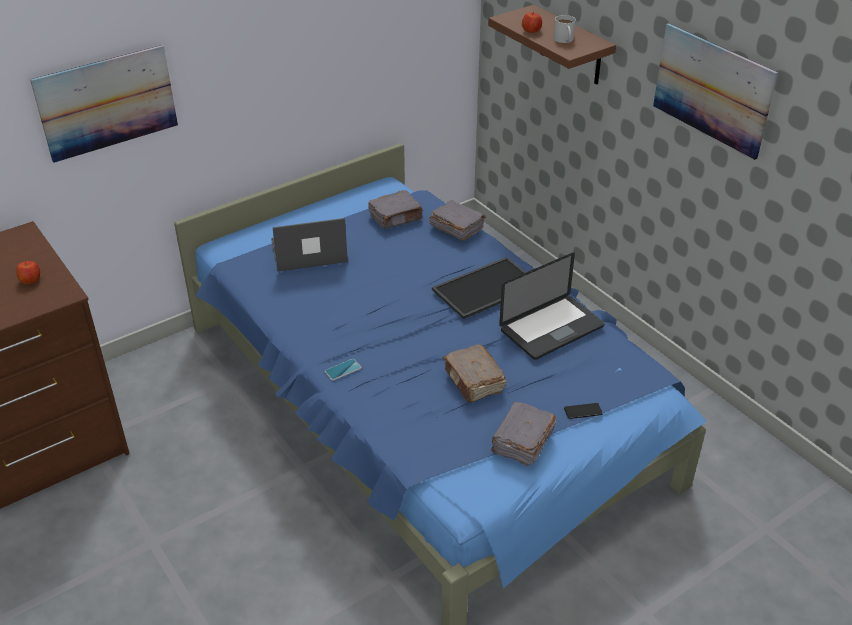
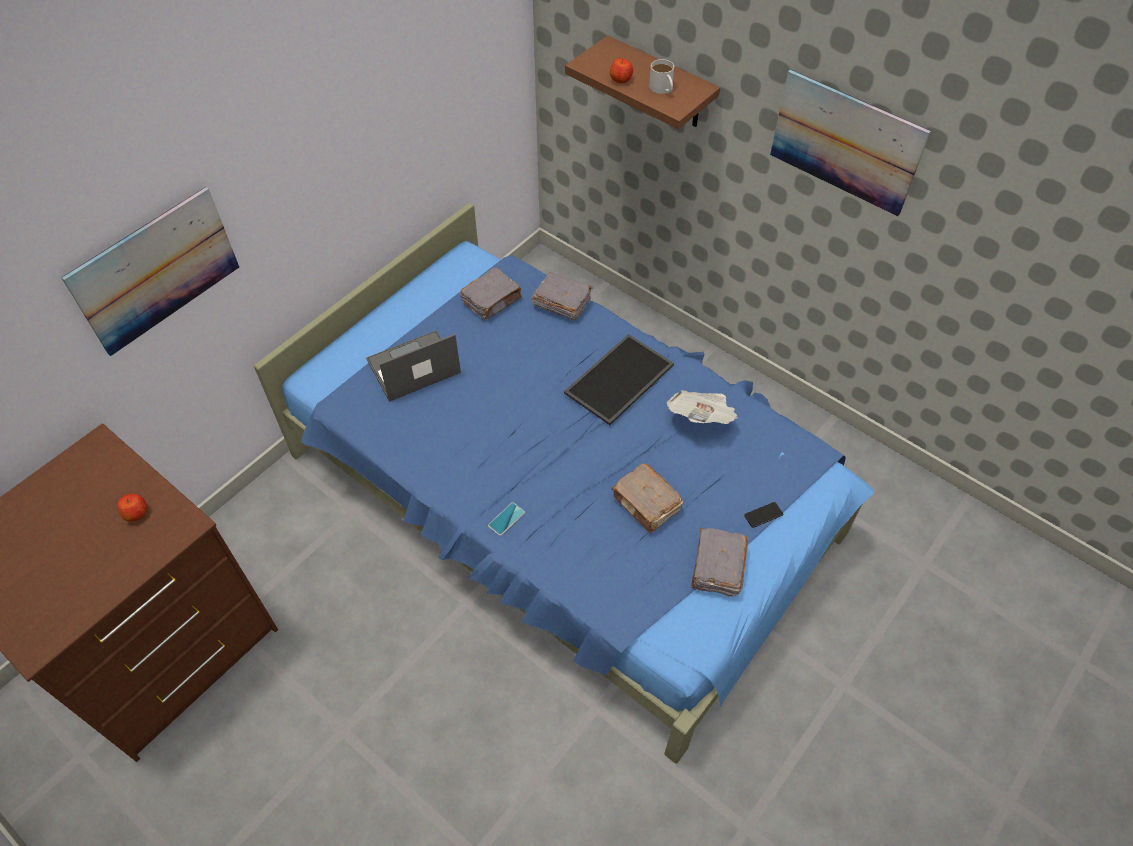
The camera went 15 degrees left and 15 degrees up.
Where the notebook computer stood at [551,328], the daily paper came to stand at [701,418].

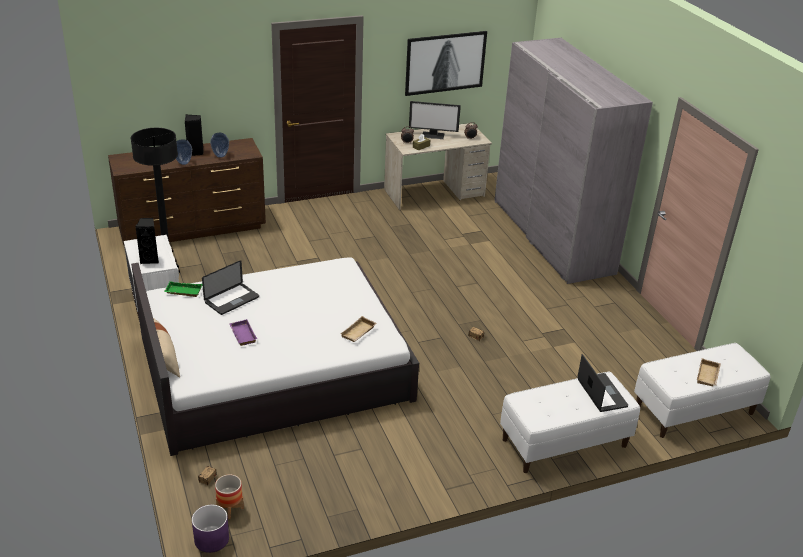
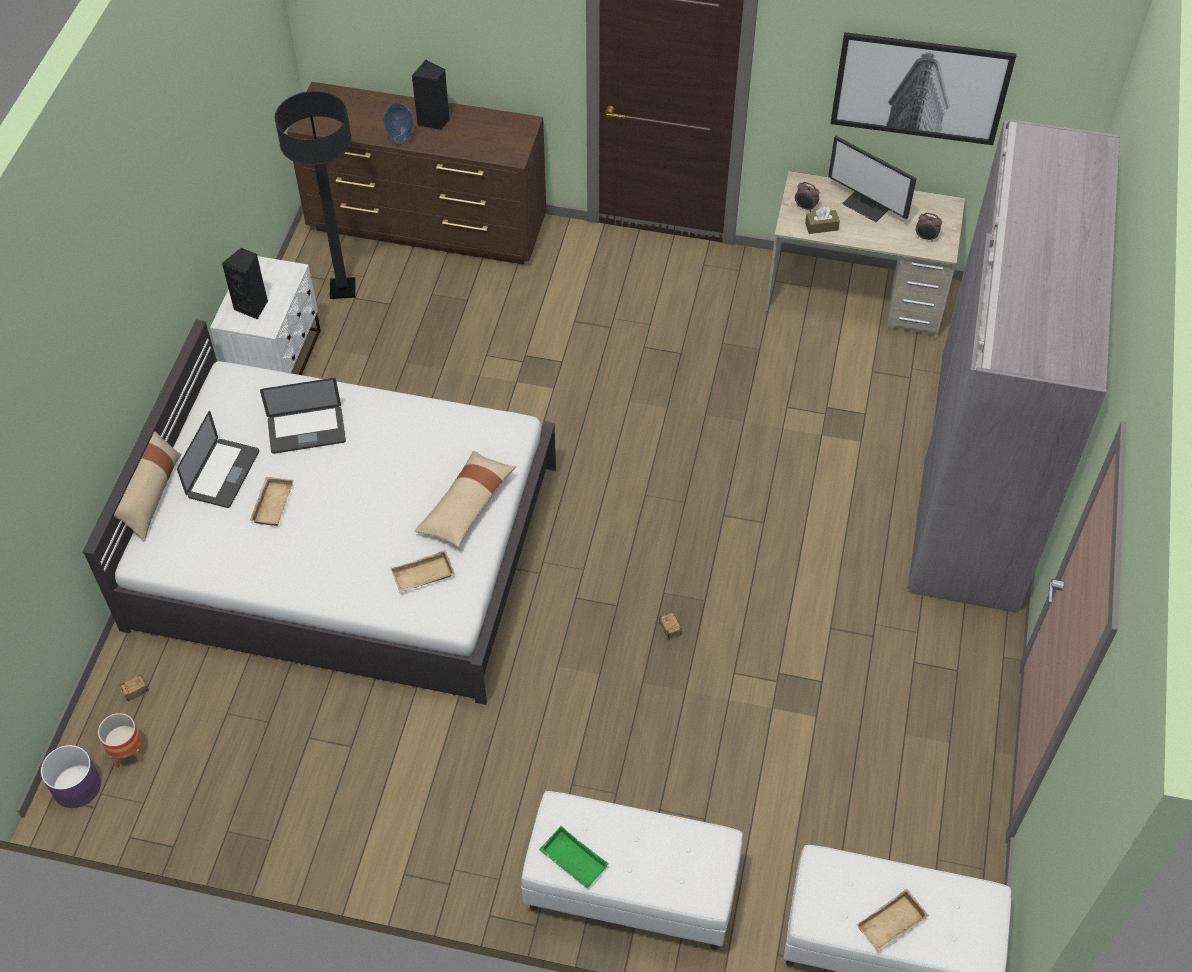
The camera went 35 degrees right and 20 degrees up.
The green-coloured serving tray ended up elsewhere, having gone from [183,292] to [572,861].
The second view lost the vase at [220,156].
What was the purple serving tray at [242,335] turned into the beige serving tray at [271,503].
The notebook computer ended up elsewhere, having gone from [601,393] to [223,474].
The second view gained the beige pillow at [466,506].

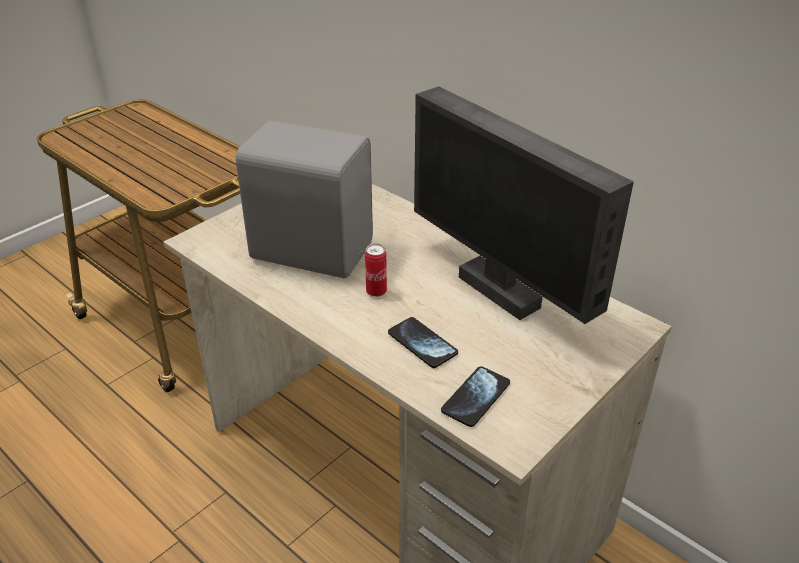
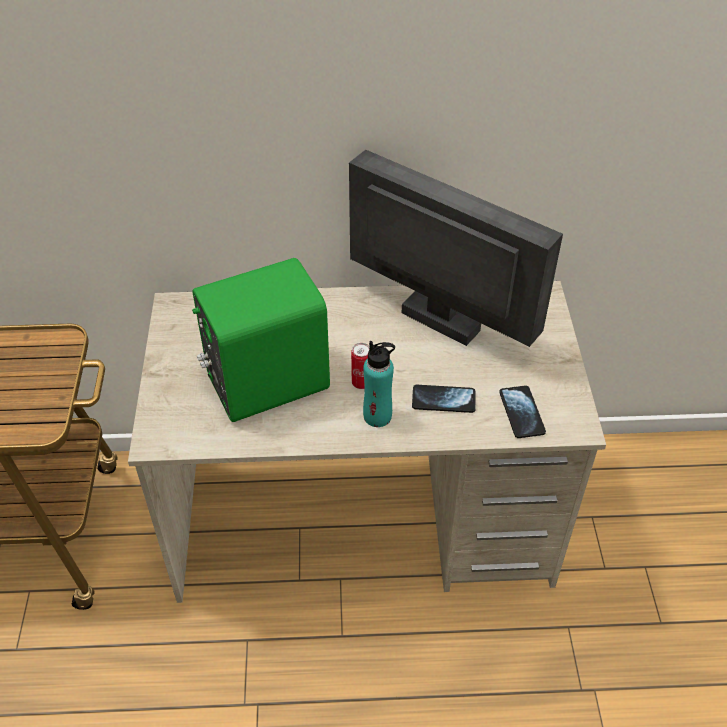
The camera went 45 degrees left and 10 degrees up.
What was the grey audio speaker at [311,249] turned into the green-coloured audio speaker at [265,382].
The monitor at [501,291] ended up facing another way, 150 degrees counterclockwise from before.
The second view gained the blue-green bottle at [377,416].

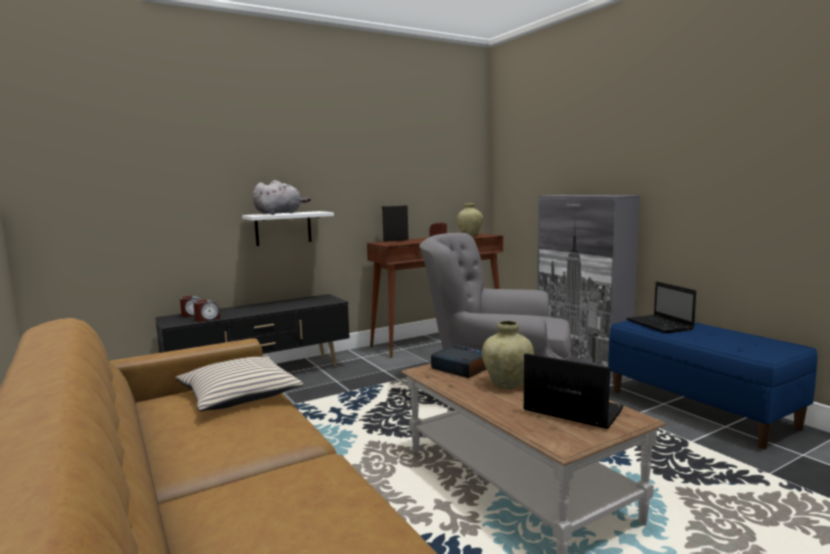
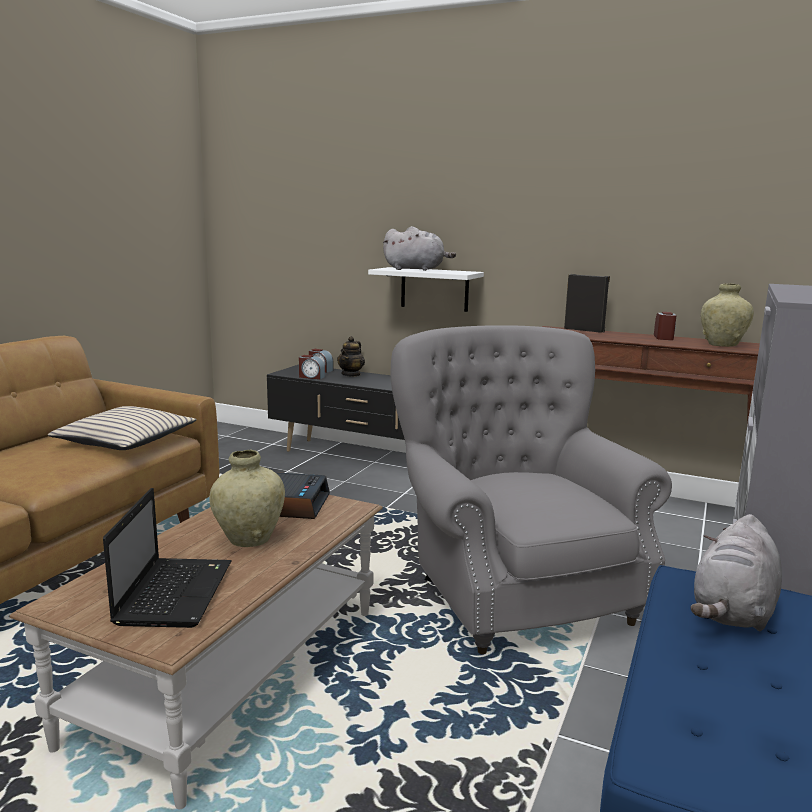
The camera went 55 degrees right and 5 degrees up.
Where the notebook computer stood at [660,325], the grey soft toy came to stand at [733,612].
The second view gained the tea pot at [351,374].

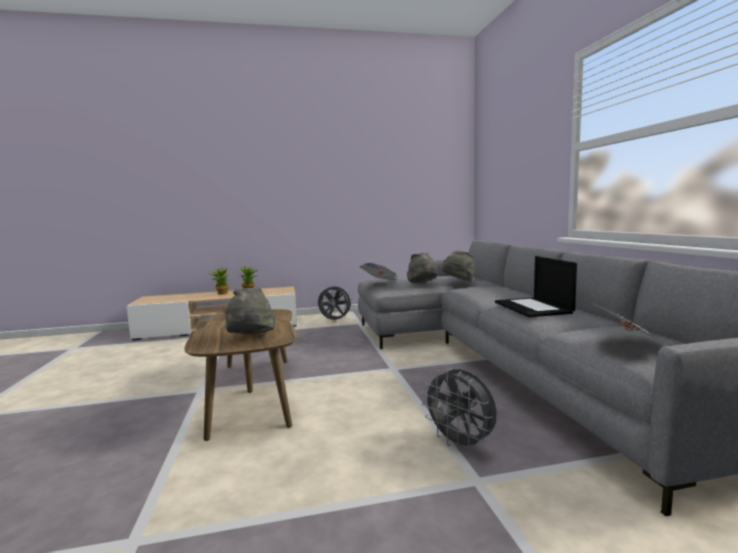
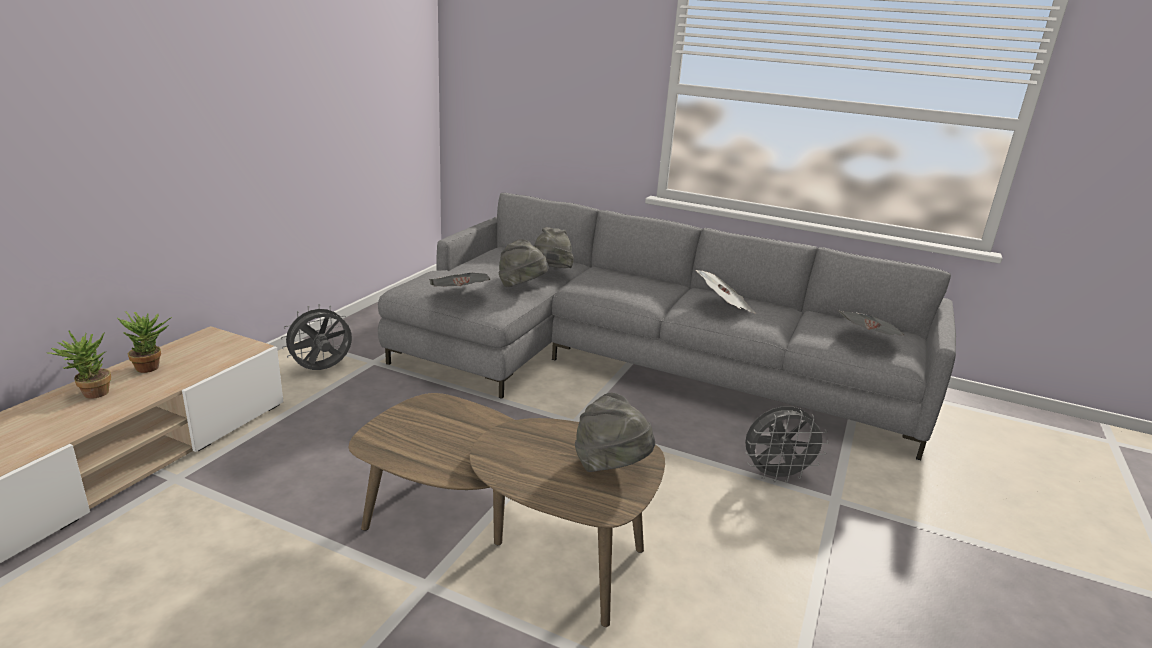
The camera went 55 degrees left and 15 degrees up.
Where the notebook computer stood at [533,308], the daily paper came to stand at [724,307].

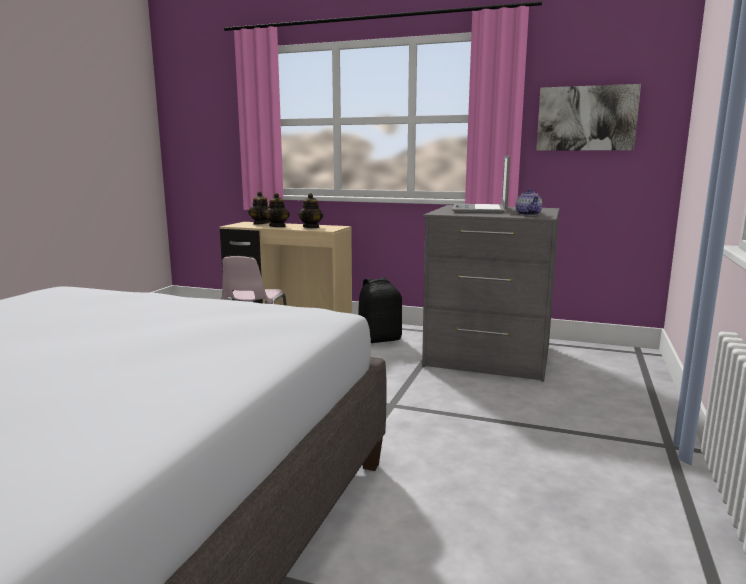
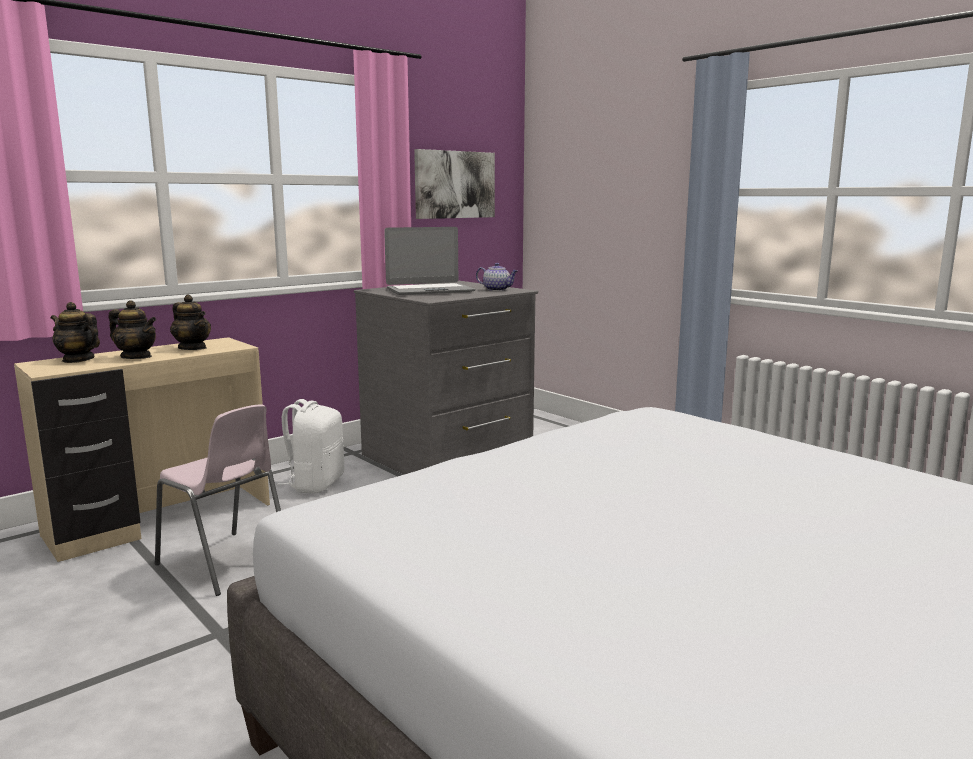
The camera went 60 degrees left and 0 degrees up.
What was the blackish backpack at [379,339] turned into the white backpack at [315,484].
The notebook computer at [480,210] ended up facing another way, 60 degrees counterclockwise from before.

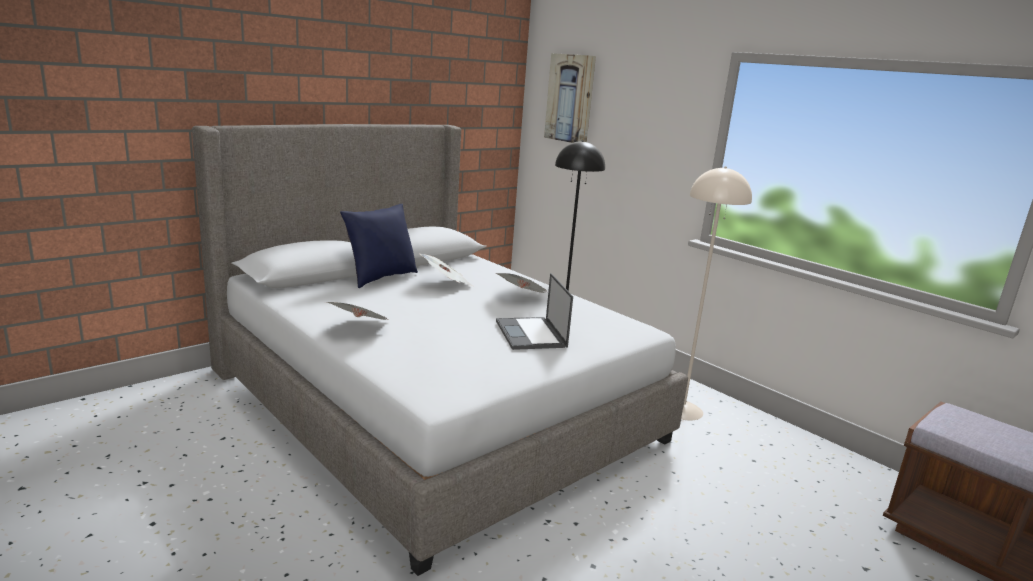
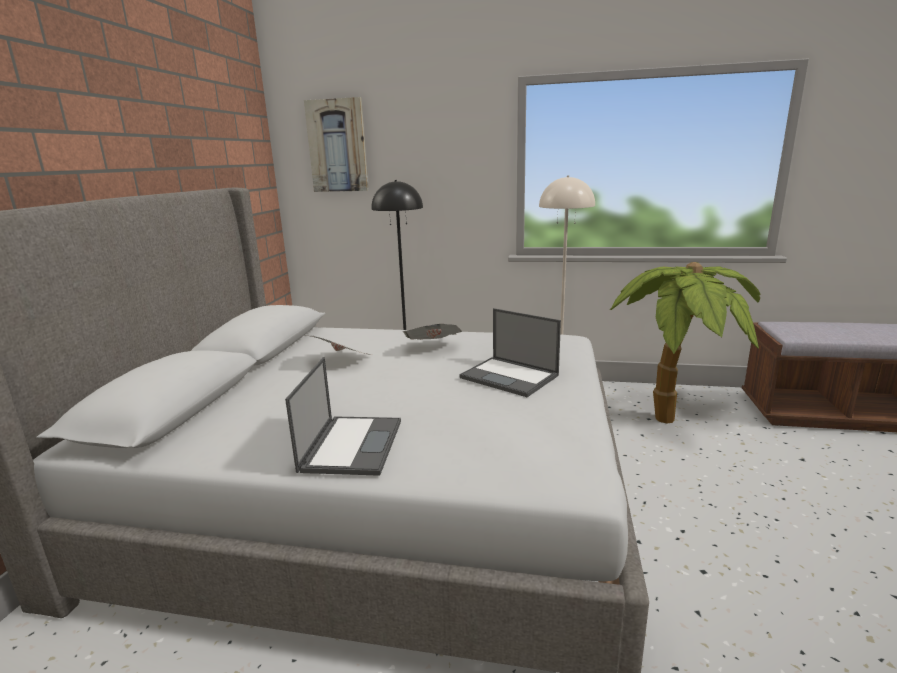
The camera went 35 degrees left and 0 degrees up.
Where the daily paper stood at [360,328], the notebook computer came to stand at [352,444].
The second view lost the bluish pillow at [380,278].
The second view gained the plant in a pot at [675,419].

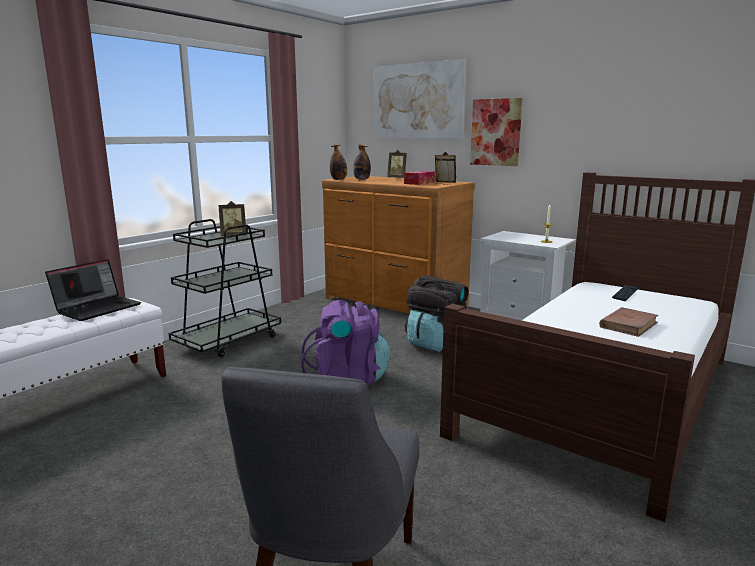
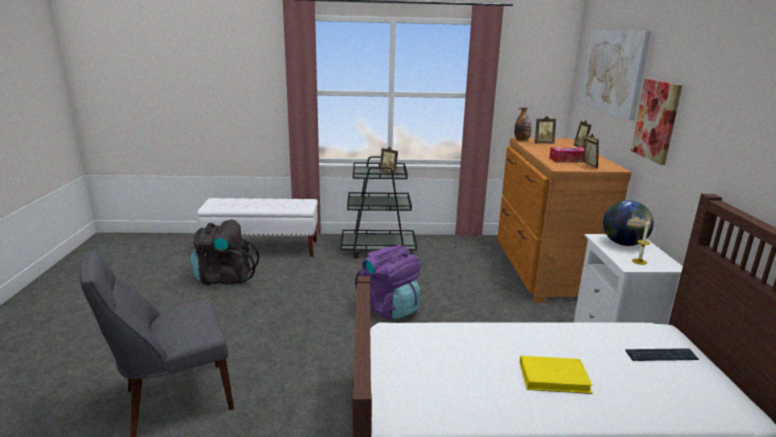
The camera went 50 degrees right and 5 degrees up.
The second view lost the notebook computer at [98,308].
Where the bottle stood at [361,179], the standing frame came to stand at [542,143].
The blackish backpack ended up elsewhere, having gone from [435,343] to [224,278].
What was the brownish bound book at [628,325] turned into the yellowish bound book at [554,377].
The second view gained the desk globe at [623,244].

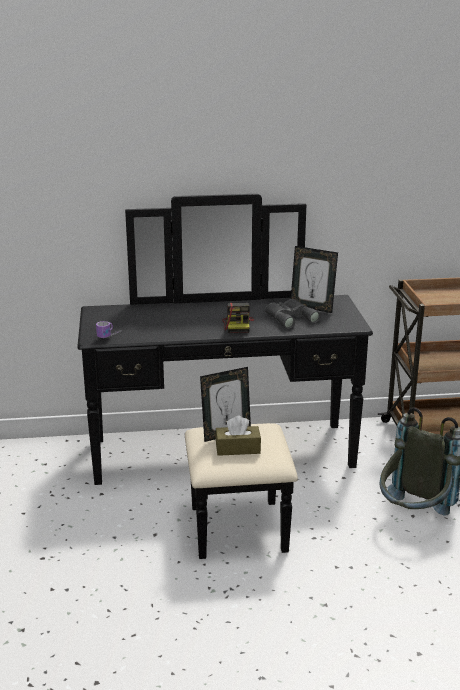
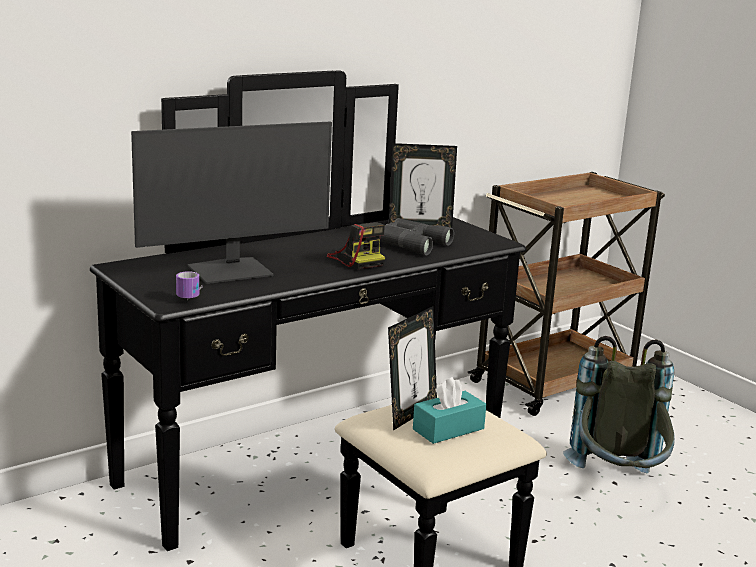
The camera went 30 degrees left and 5 degrees down.
What was the brownish box of tissues at [238,448] turned into the blue-green box of tissues at [448,429].
The second view gained the monitor at [231,271].

